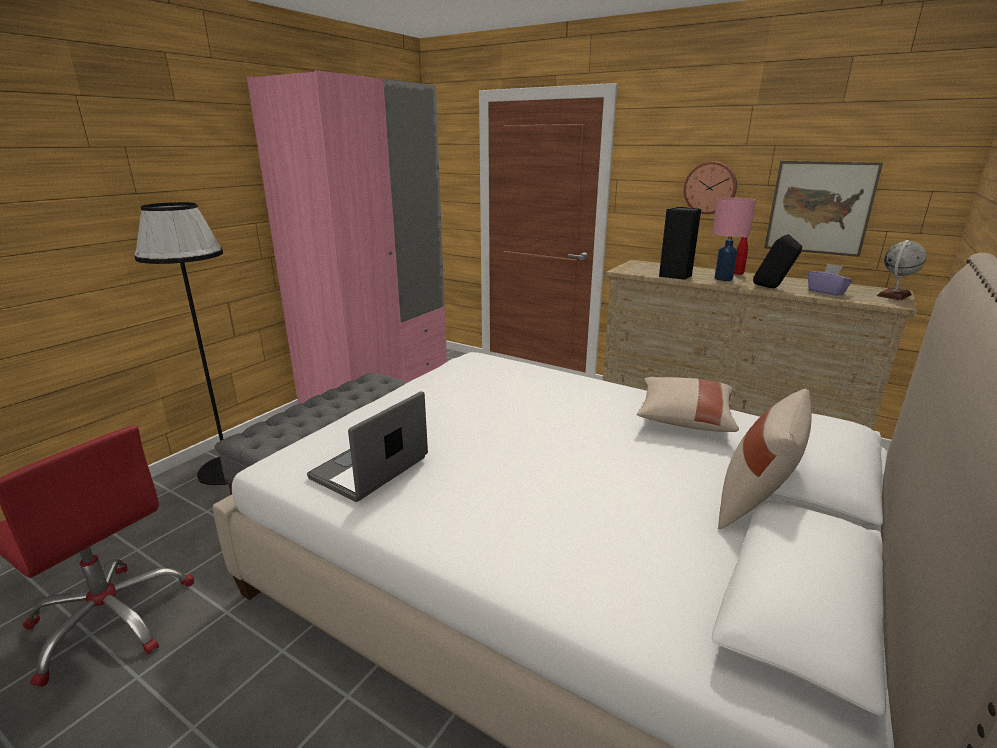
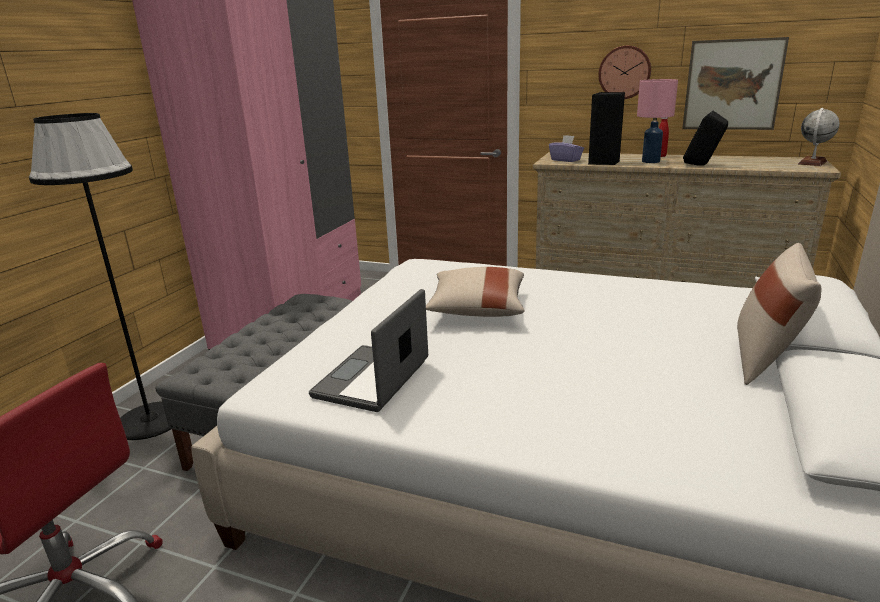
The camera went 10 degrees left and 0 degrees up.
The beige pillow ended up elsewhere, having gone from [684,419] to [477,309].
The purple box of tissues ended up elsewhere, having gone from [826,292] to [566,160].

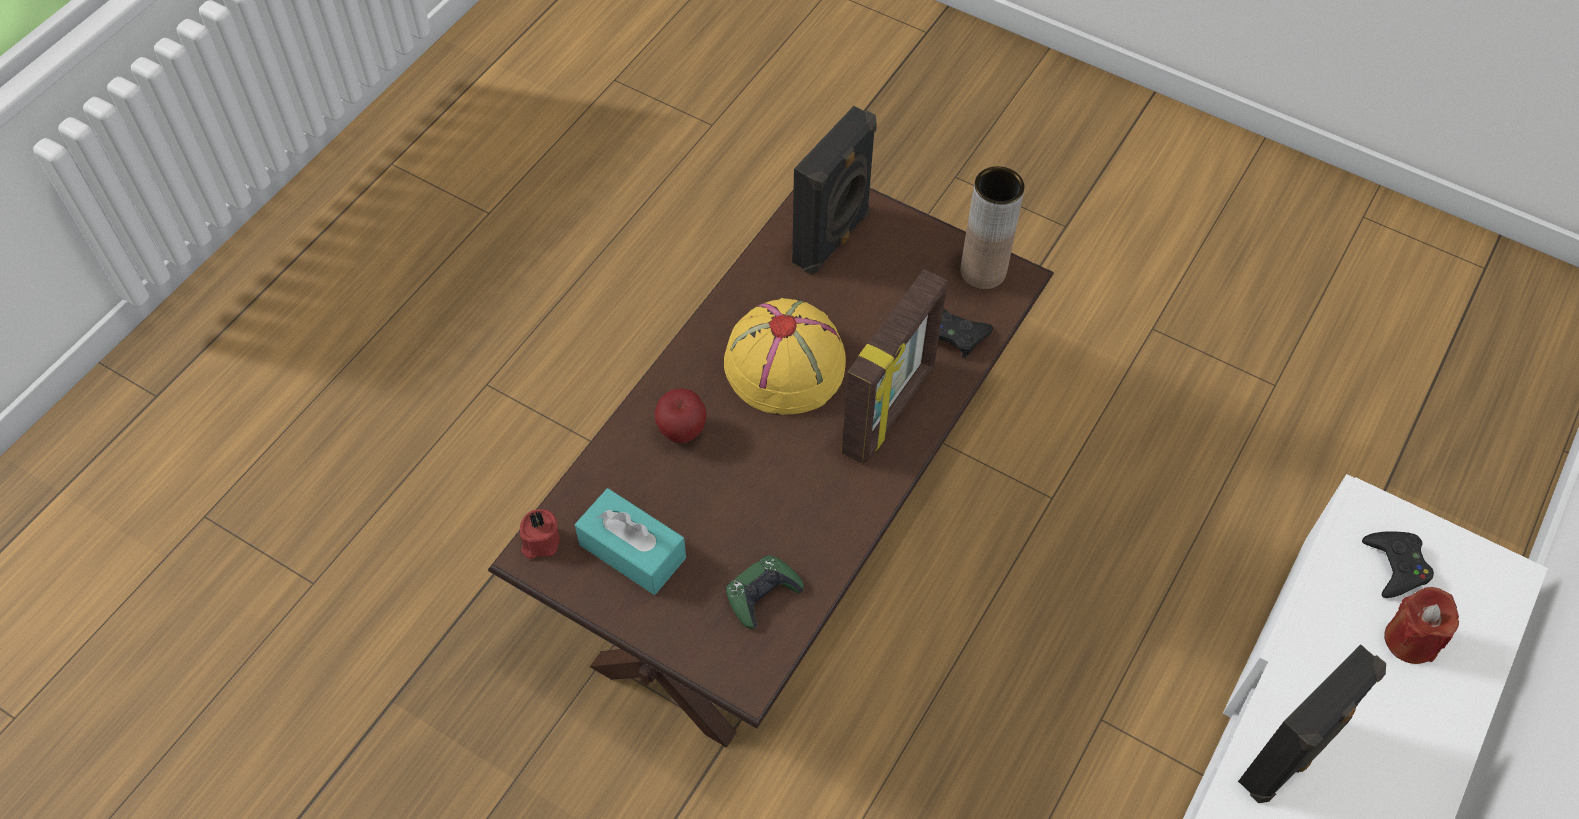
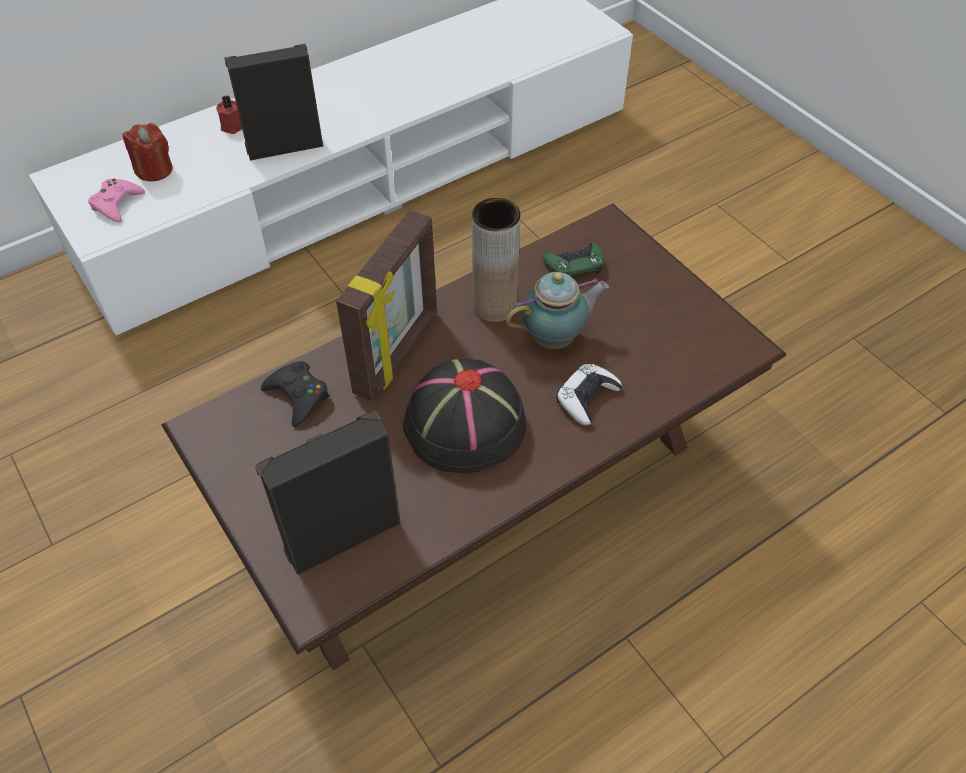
The camera went 155 degrees left and 5 degrees down.
The red wax candle ended up elsewhere, having gone from [540,542] to [234,126].
The second view lost the blue-green box of tissues at [632,551].
Where the apple fruit stood at [682,432], the white gamepad came to stand at [587,398].
What was the yellowish wearable hat at [785,363] turned into the blackish wearable hat at [464,425].
The standing frame at [890,410] ended up facing another way, 150 degrees clockwise from before.
The brownish vase ended up elsewhere, having gone from [983,271] to [494,306].
What was the blackish gamepad at [1396,566] turned into the pinkish gamepad at [117,204].
The second view gained the tea pot at [556,338].

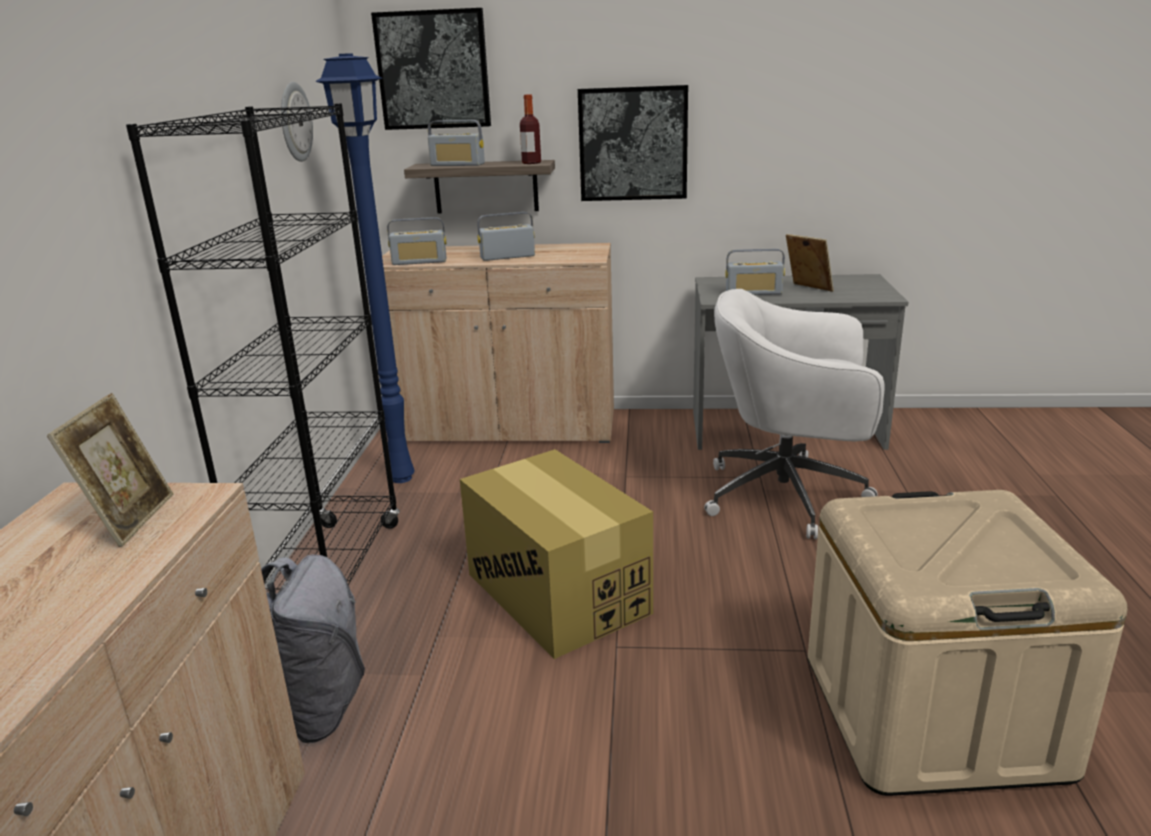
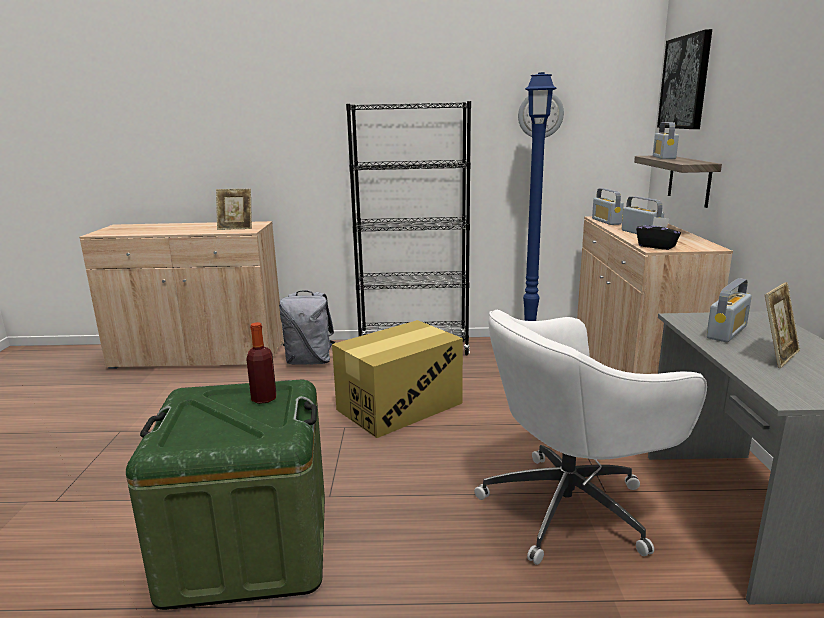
The camera went 85 degrees right and 5 degrees down.
The bottle ended up elsewhere, having gone from [531,163] to [264,398].
The second view lost the picture at [633,144].
The white computer chair at [789,495] ended up facing another way, 120 degrees counterclockwise from before.
The radio receiver at [753,293] ended up facing another way, 135 degrees counterclockwise from before.
What was the beige storage bin at [932,714] turned into the green-coloured storage bin at [248,547].
The second view gained the blackish box of tissues at [657,246].

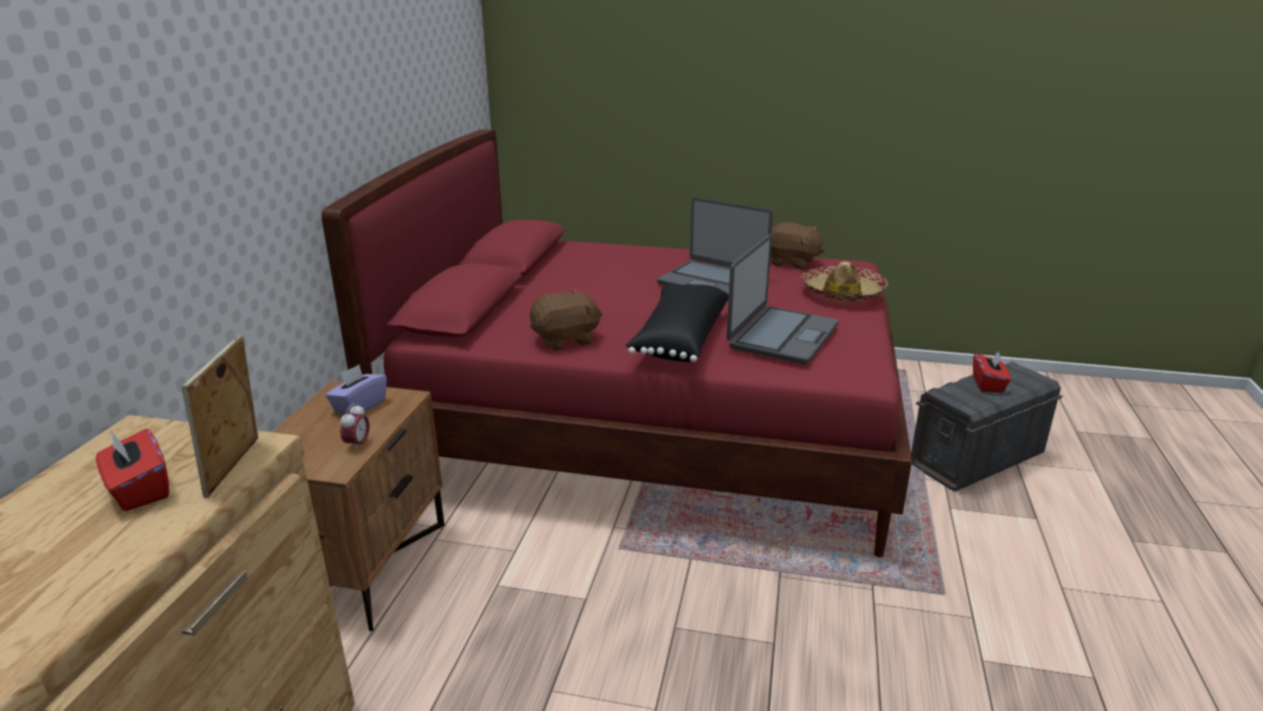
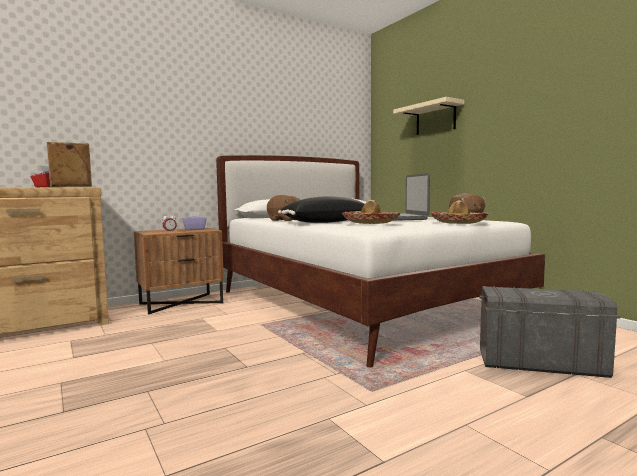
The camera went 45 degrees right and 20 degrees down.
What was the red bed at [651,428] turned into the white bed at [359,304].
Where the notebook computer stood at [781,336], the wearable hat came to stand at [370,222].
The second view lost the red box of tissues at [988,384].
The second view gained the beige bracket shelf at [435,119].

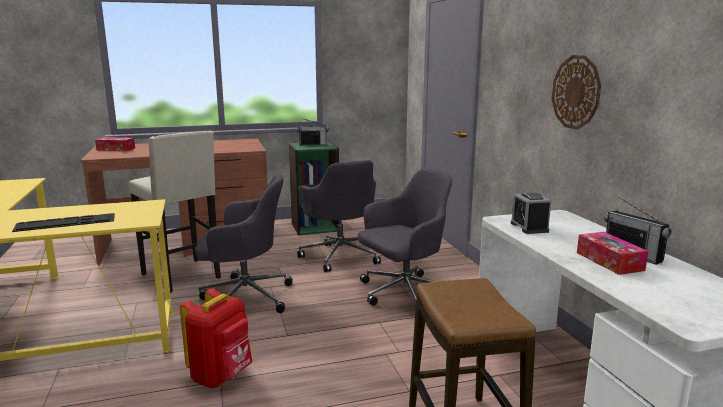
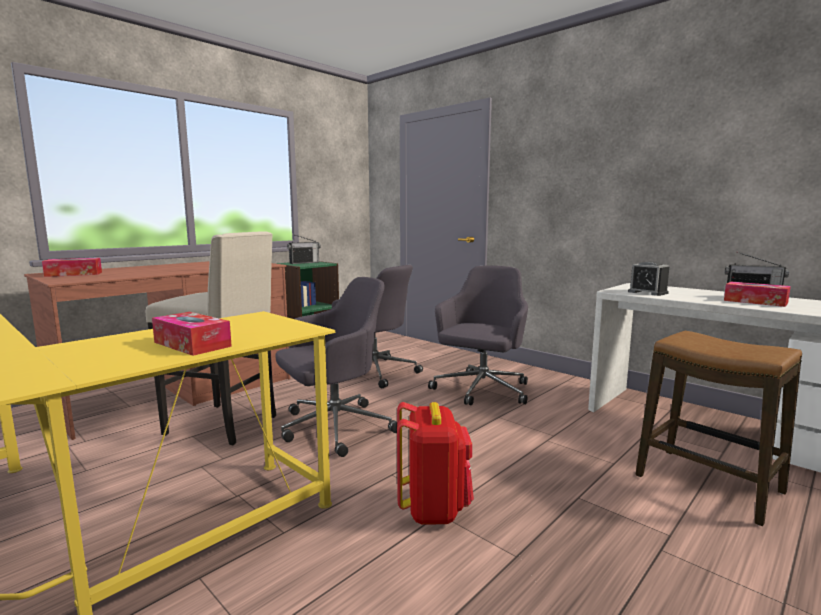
The camera went 30 degrees left and 5 degrees down.
Where the PC keyboard stood at [66,223], the box of tissues came to stand at [192,344].
The second view lost the clock on the wall at [576,92].

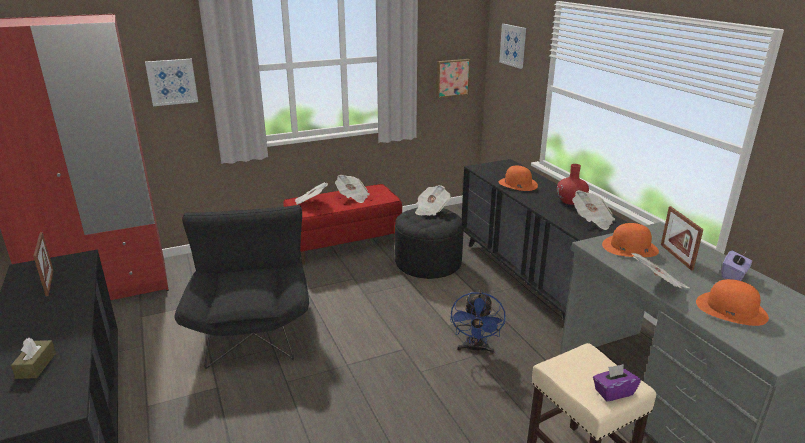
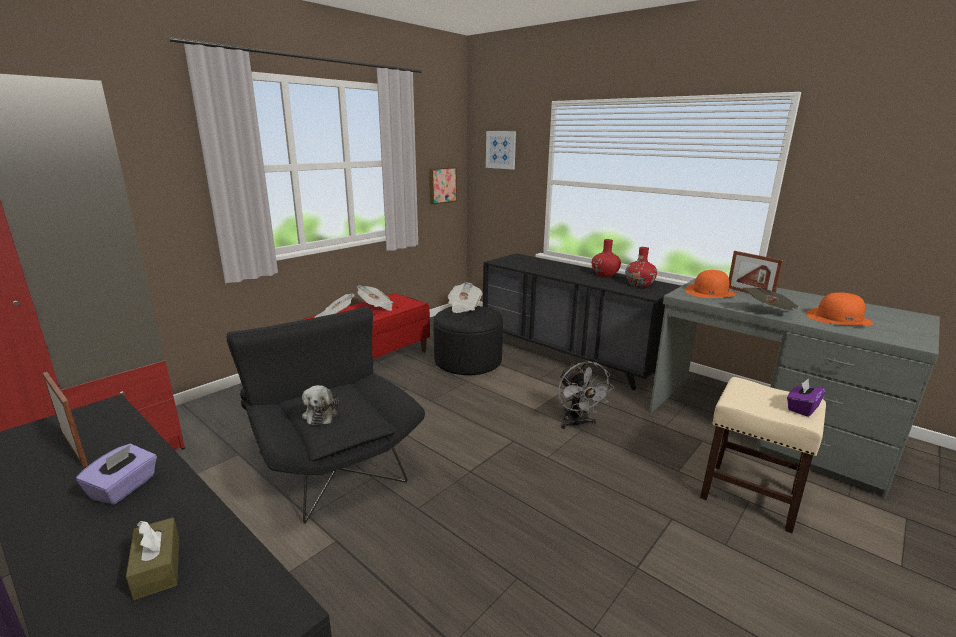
The camera went 25 degrees left and 5 degrees down.
The second view lost the picture at [172,82].
What was the bluish electric fan at [475,349] turned into the grey electric fan at [577,424].
The second view lost the orange-coloured wearable hat at [517,184].
Where the daily paper stood at [592,220], the red vase came to stand at [639,285].
The purple box of tissues ended up elsewhere, having gone from [734,275] to [124,488].
The second view gained the soft toy at [320,414].

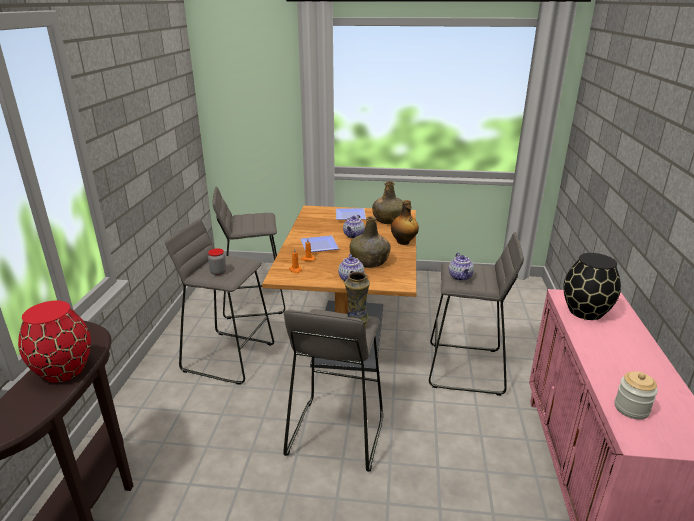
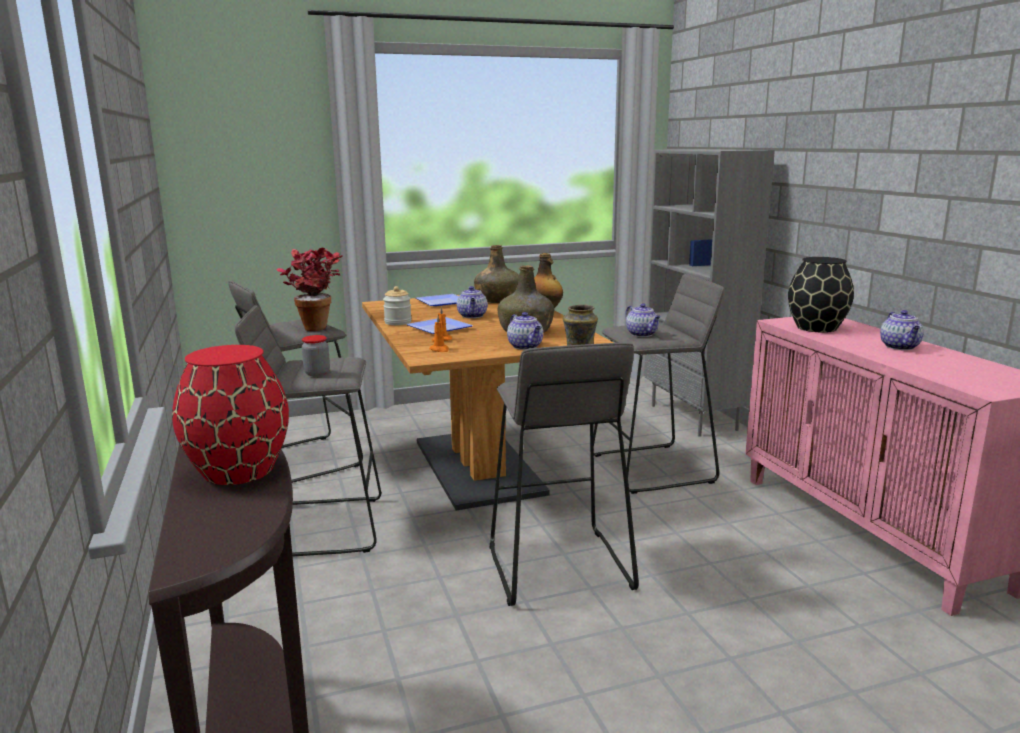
The camera went 25 degrees left and 10 degrees down.
The storage jar ended up elsewhere, having gone from [631,408] to [398,322].
The second view gained the plant in a pot at [315,327].
The second view gained the grey shelving unit at [695,417].
The second view gained the tea pot at [900,347].

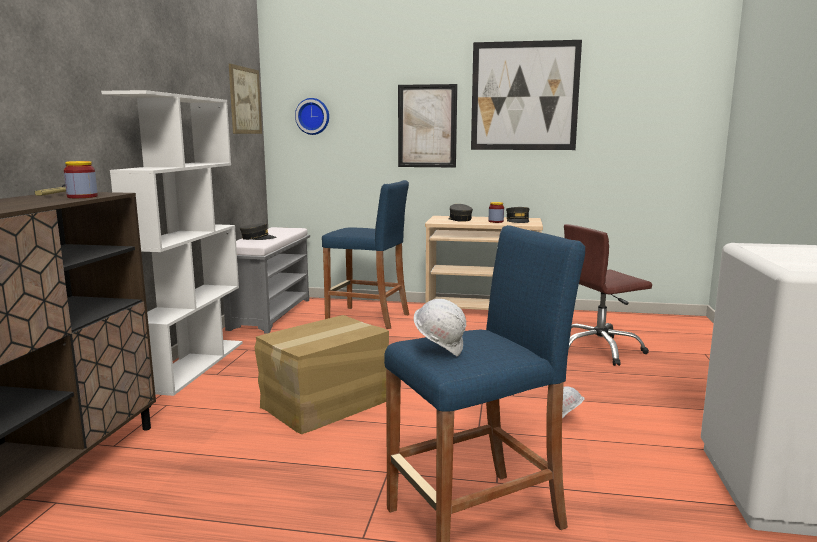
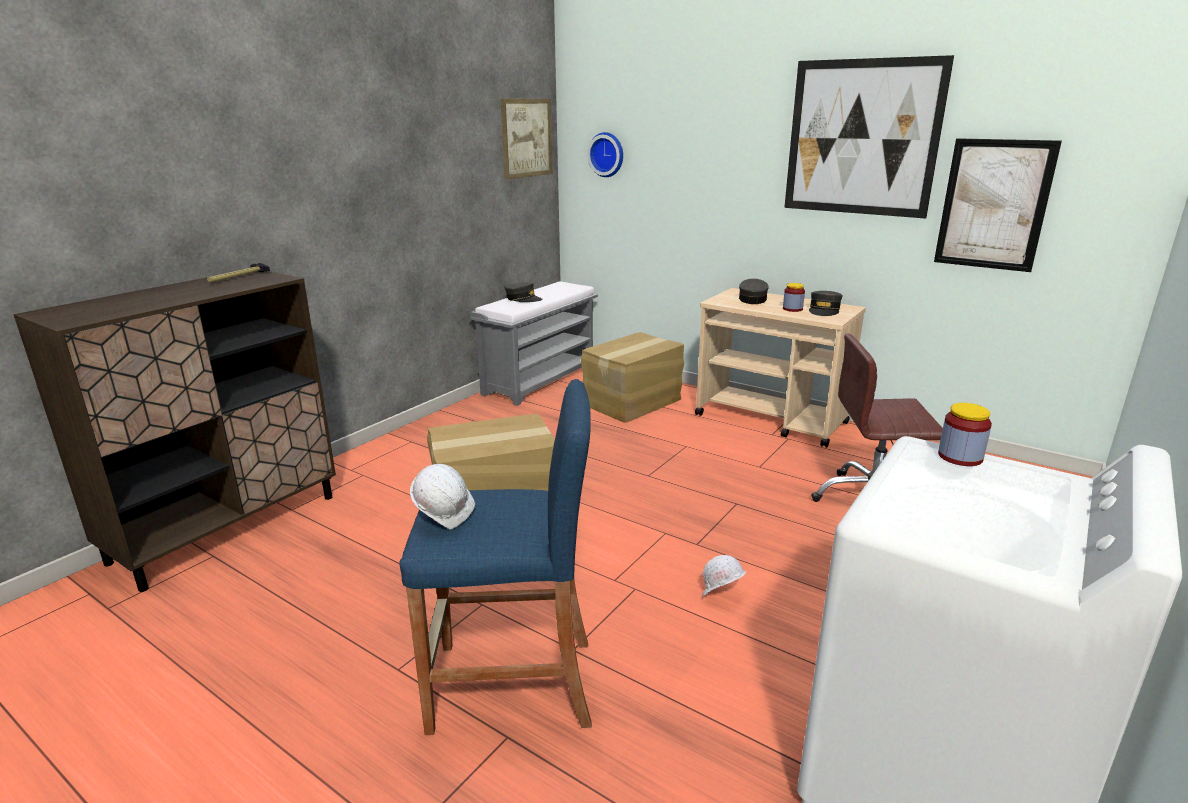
The camera went 25 degrees right and 10 degrees up.
The storage jar ended up elsewhere, having gone from [82,197] to [960,457].
The second view lost the white shelving unit at [193,365].
Where the bluish stool stood at [367,318], the cardboard box came to stand at [633,402].
The picture ended up elsewhere, having gone from [427,126] to [993,205].

